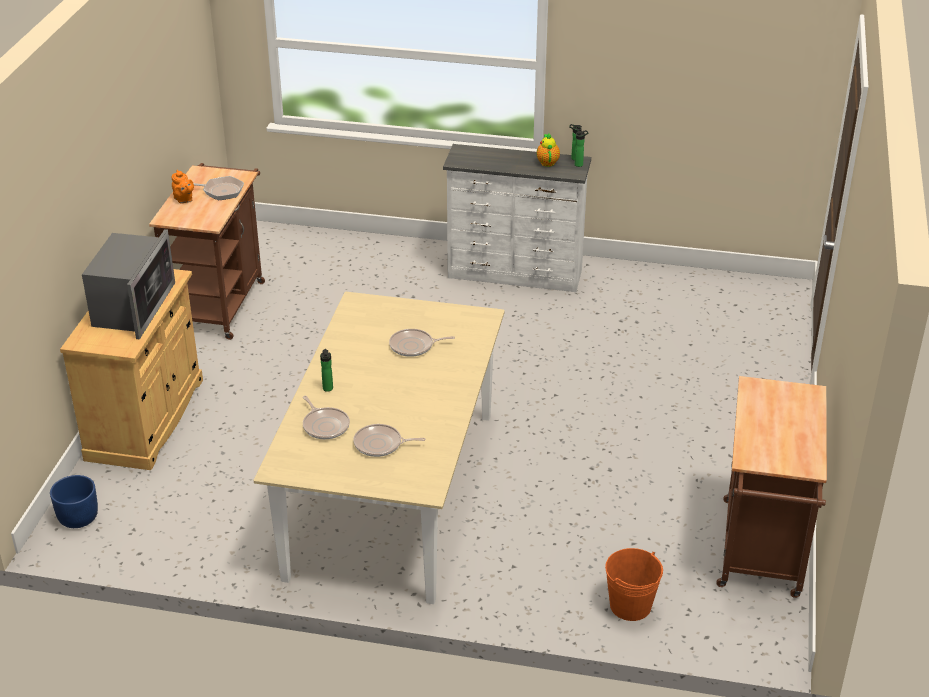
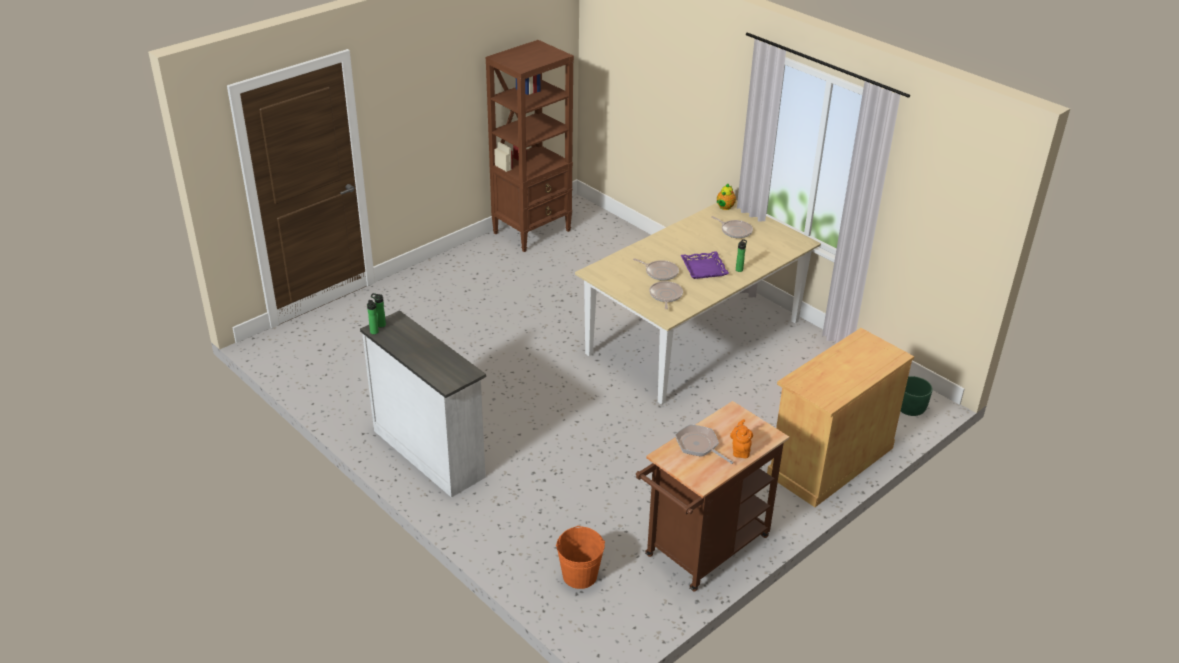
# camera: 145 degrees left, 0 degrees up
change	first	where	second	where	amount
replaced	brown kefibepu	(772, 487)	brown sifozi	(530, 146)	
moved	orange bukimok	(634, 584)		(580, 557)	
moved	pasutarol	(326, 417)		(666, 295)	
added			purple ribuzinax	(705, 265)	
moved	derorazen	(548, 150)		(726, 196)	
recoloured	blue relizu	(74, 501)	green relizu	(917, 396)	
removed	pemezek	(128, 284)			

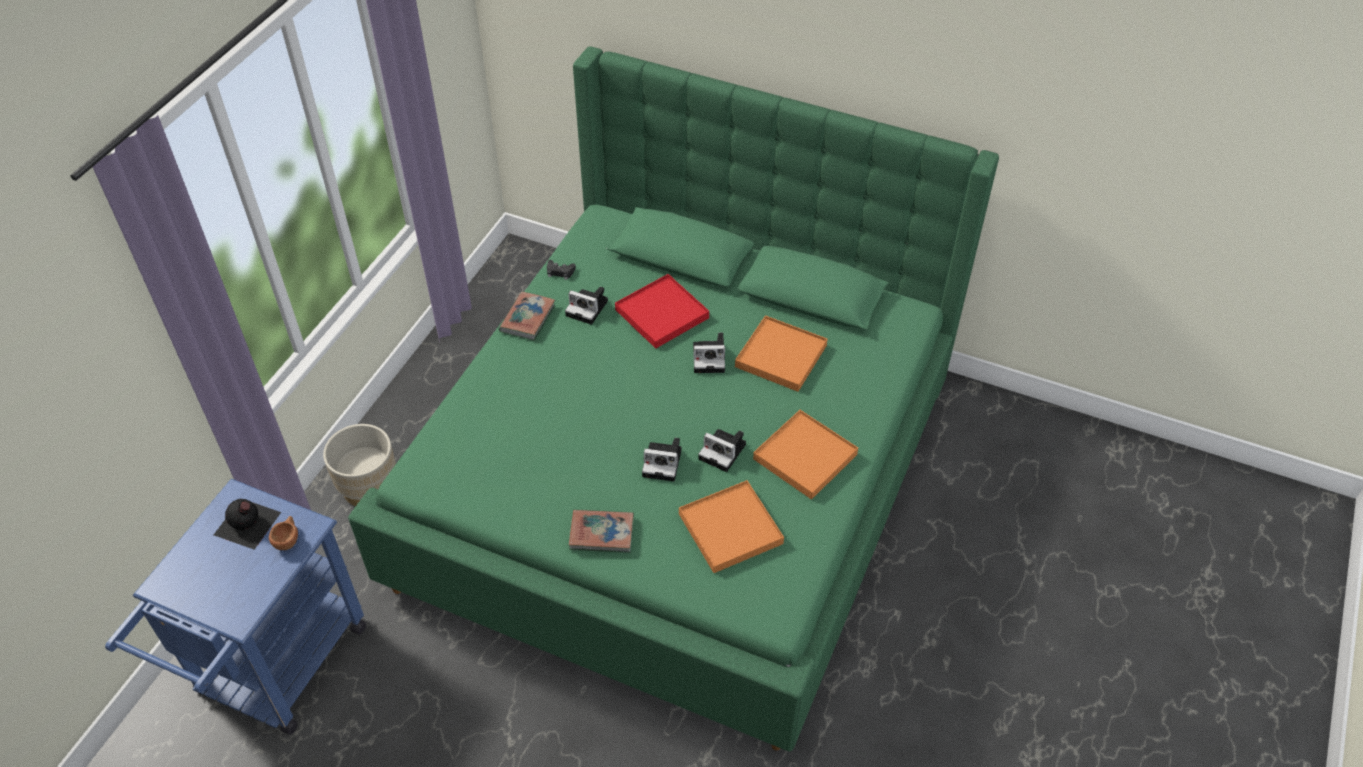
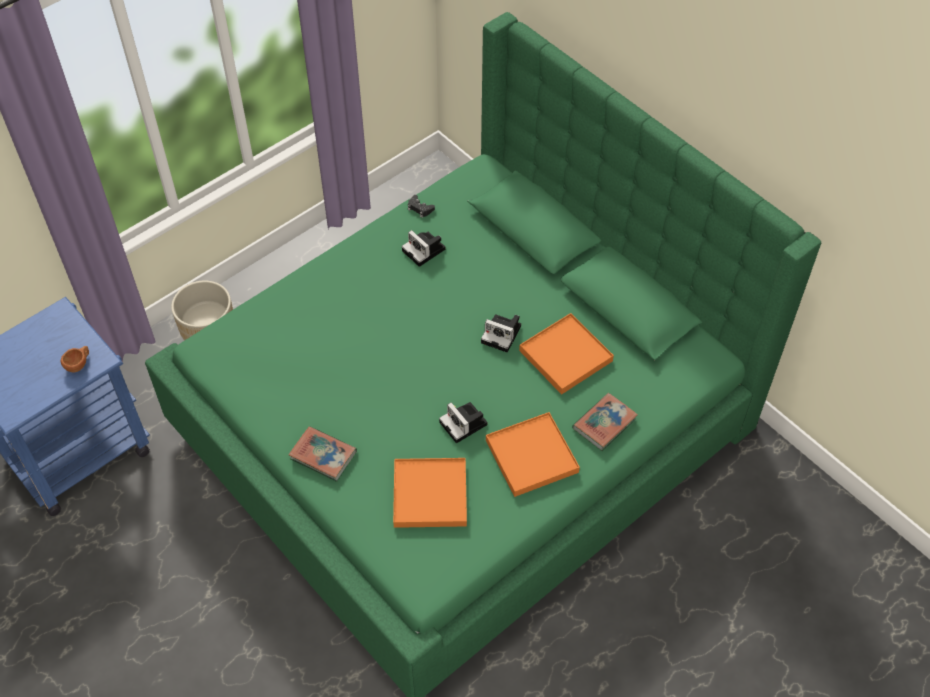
# camera: 25 degrees right, 5 degrees up
change	first	where	second	where	amount
moved	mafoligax	(527, 316)		(605, 422)	
removed	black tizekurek	(247, 524)			
removed	red ribuzinax	(662, 311)			
removed	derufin	(662, 460)			

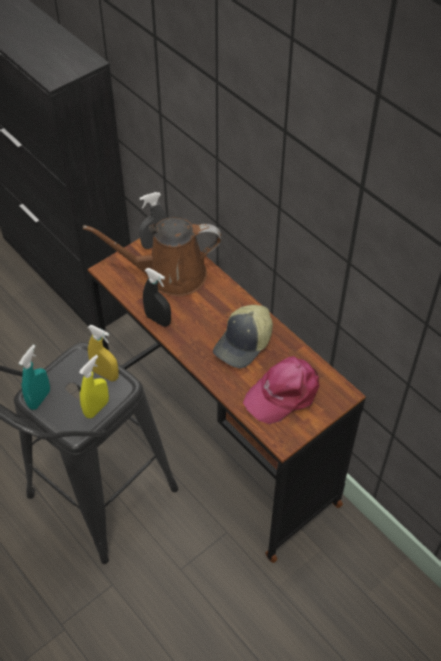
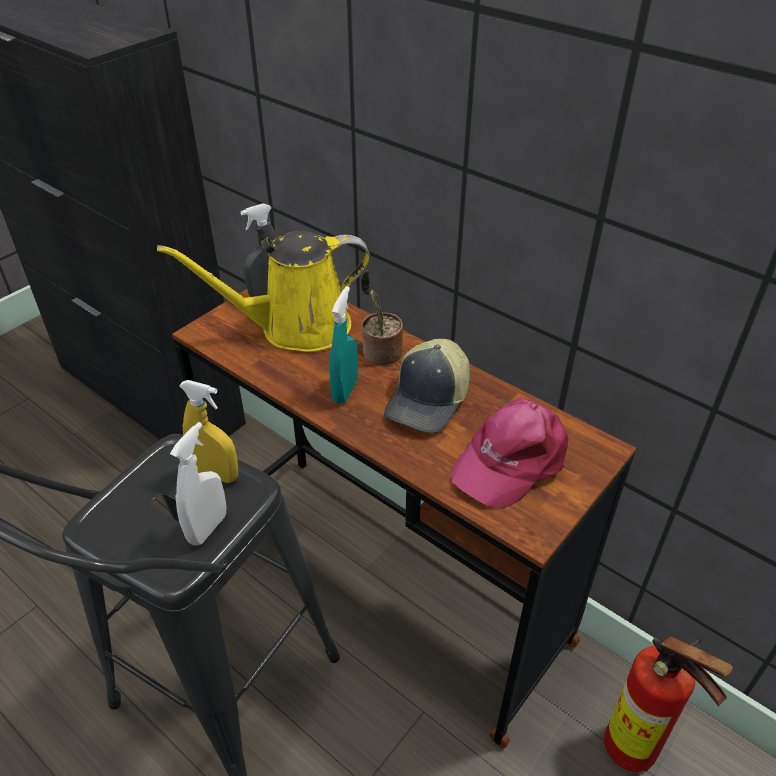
# camera: 10 degrees left, 10 degrees down
change	first	where	second	where	amount
recoloured	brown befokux	(152, 257)	yellow befokux	(263, 291)	
recoloured	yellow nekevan	(94, 386)	white nekevan	(198, 484)	
moved	turquoise nekevan	(34, 377)		(343, 345)	
added			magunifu	(381, 317)	
added			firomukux	(668, 704)	
removed	black nekevan	(157, 297)			

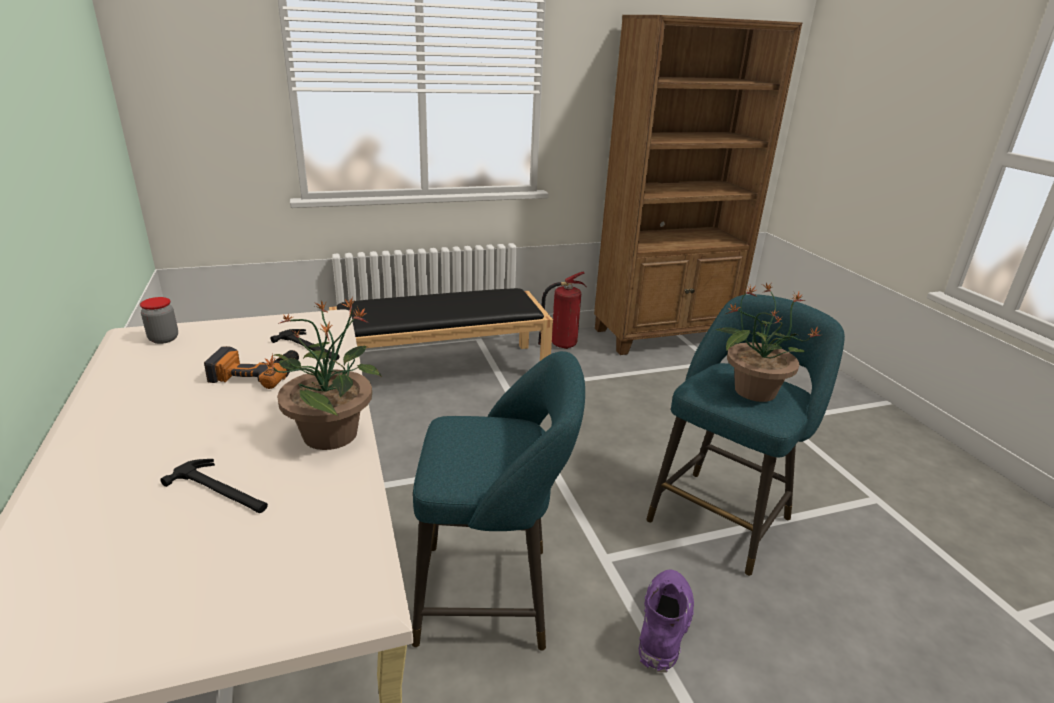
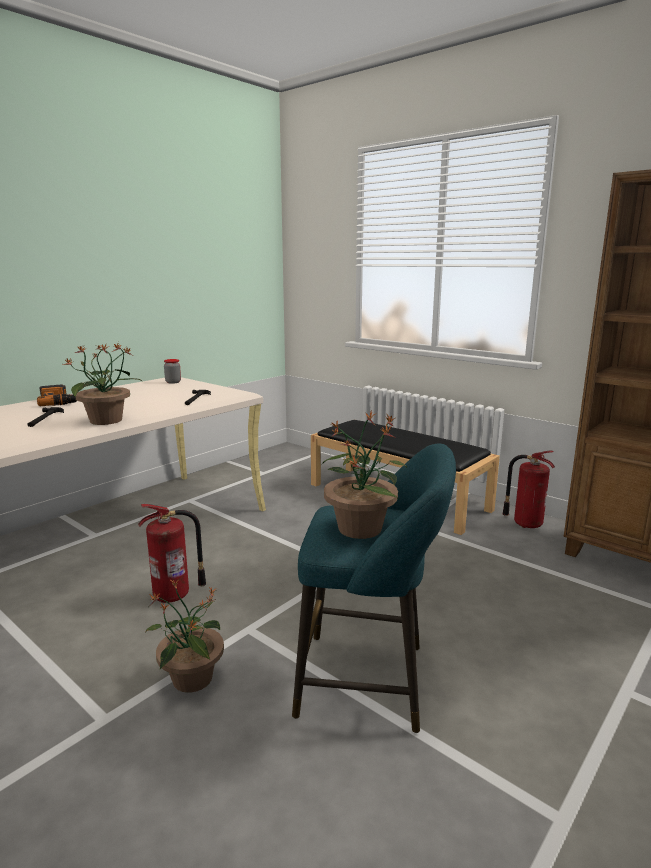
# camera: 60 degrees right, 10 degrees down
change	first	where	second	where	amount
moved	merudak	(251, 367)		(57, 395)	
replaced	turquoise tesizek	(498, 501)	firomukux	(172, 553)	
replaced	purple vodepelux	(666, 621)	magunifu	(184, 636)	

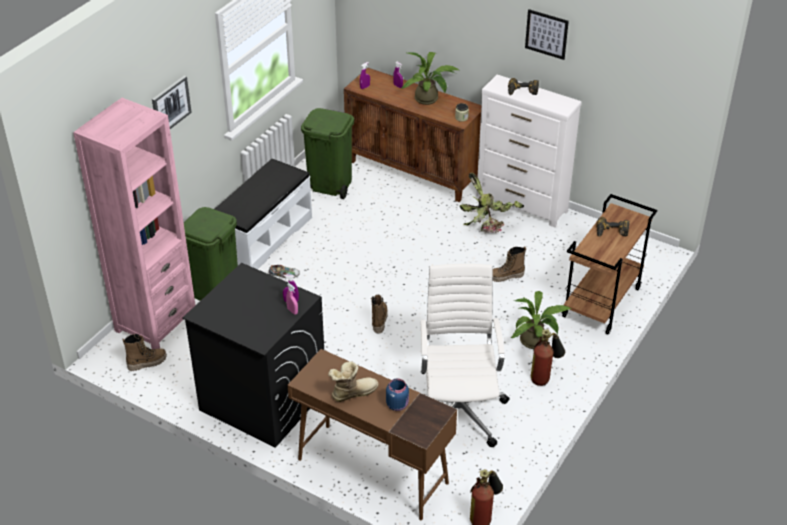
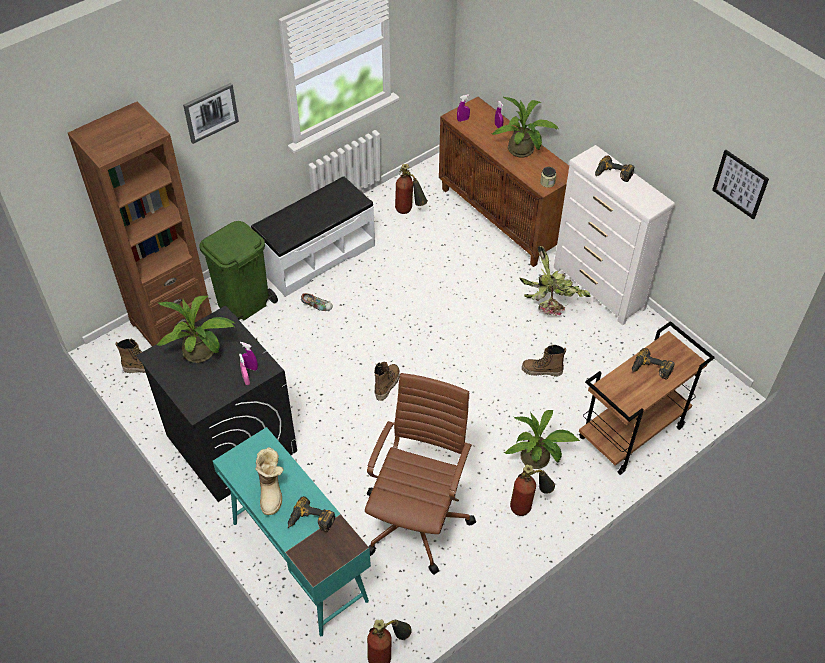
# camera: 20 degrees right, 10 degrees up
change	first	where	second	where	amount
recoloured	pink sifozi	(134, 223)	brown sifozi	(140, 223)	
added			magunifu	(196, 329)	
recoloured	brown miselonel	(372, 434)	turquoise miselonel	(292, 531)	
turned	vodepelux	(353, 381)		(269, 481)	90 degrees clockwise
replaced	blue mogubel	(397, 394)	merudak	(311, 514)	
recoloured	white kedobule	(464, 355)	brown kedobule	(420, 473)	
replaced	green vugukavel	(327, 153)	firomukux	(411, 189)	
moved	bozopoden	(547, 34)		(740, 185)	

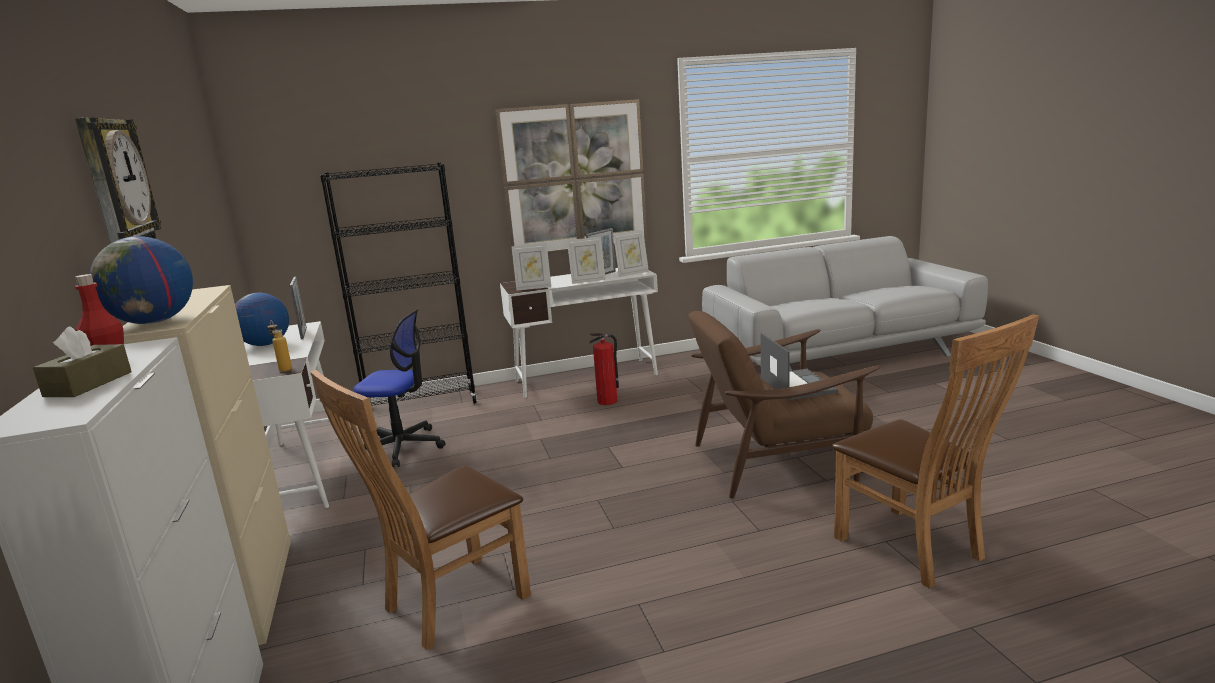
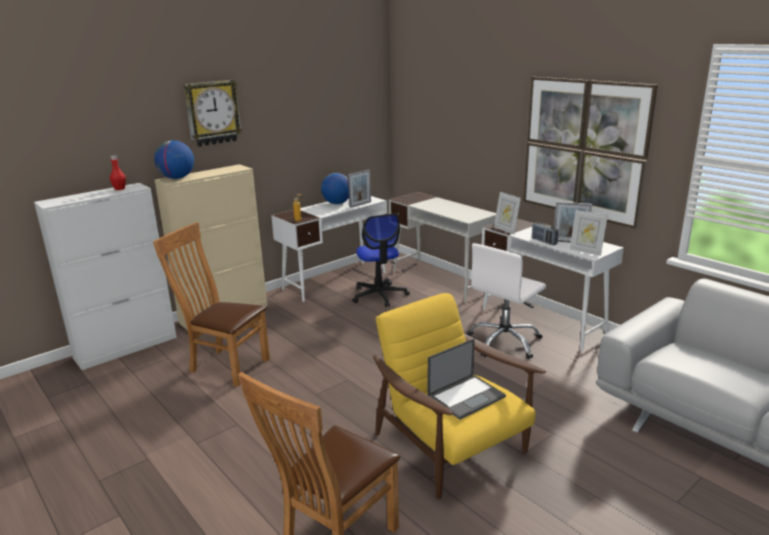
# camera: 65 degrees right, 5 degrees up
change	first	where	second	where	amount
recoloured	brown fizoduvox	(784, 404)	yellow fizoduvox	(459, 396)	
replaced	black sifozi	(399, 284)	white miselonel	(442, 247)	
replaced	firomukux	(604, 369)	white kedobule	(506, 301)	
replaced	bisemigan	(586, 260)	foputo	(545, 233)	
removed	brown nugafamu	(82, 361)			

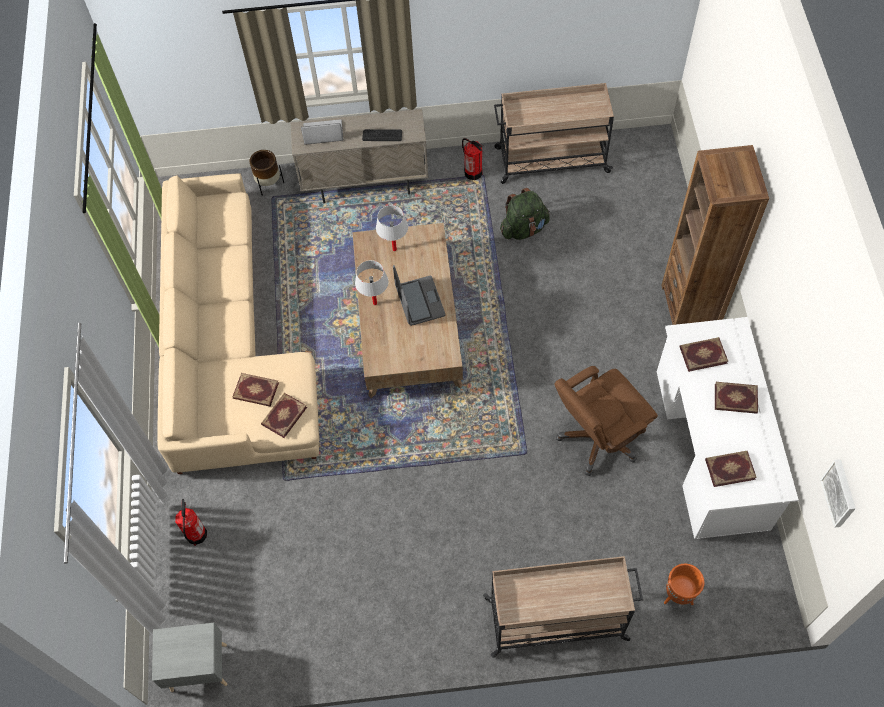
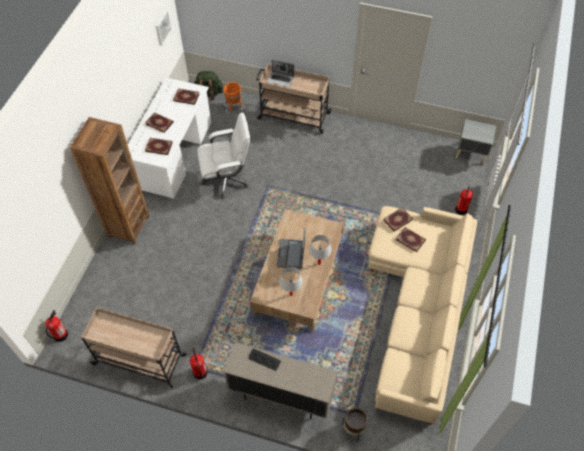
# camera: 160 degrees left, 5 degrees down
change	first	where	second	where	amount
added			firomukux	(57, 326)	
moved	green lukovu	(525, 214)		(208, 85)	
recoloured	brown kedobule	(606, 421)	white kedobule	(223, 155)	
moved	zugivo	(322, 131)		(280, 73)	

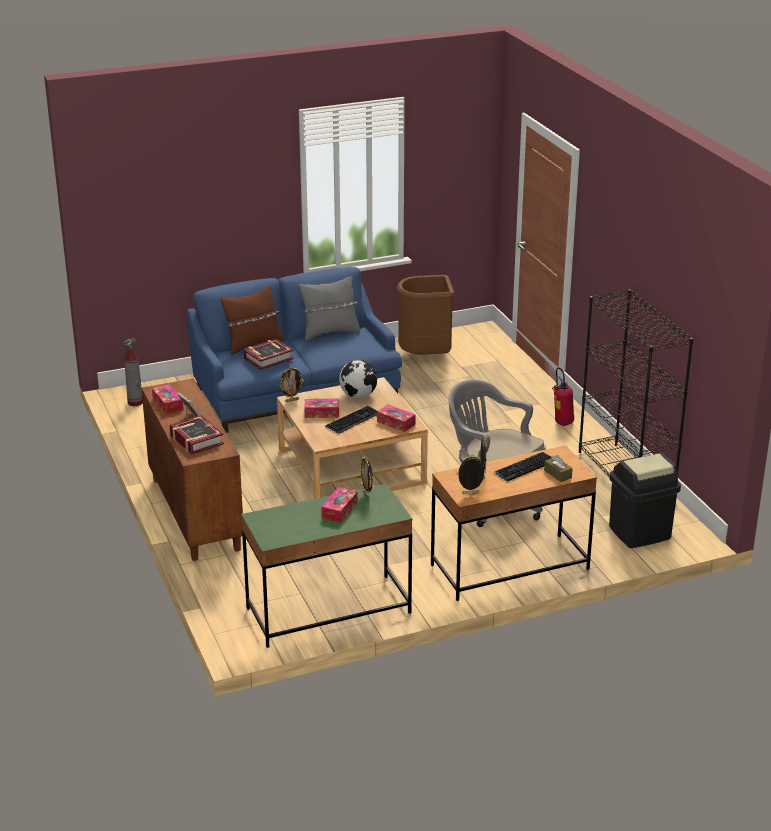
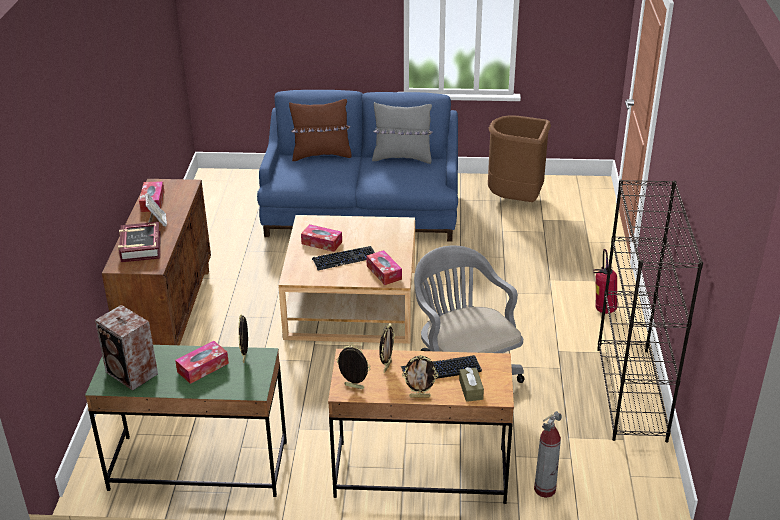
# camera: 25 degrees right, 5 degrees up
change	first	where	second	where	amount
added			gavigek	(126, 347)	
moved	bisemigan	(291, 384)		(420, 376)	
moved	firomukux	(133, 372)		(548, 454)	
removed	mafoligax	(268, 354)			
removed	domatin	(358, 379)			
removed	black vugukavel	(645, 500)			

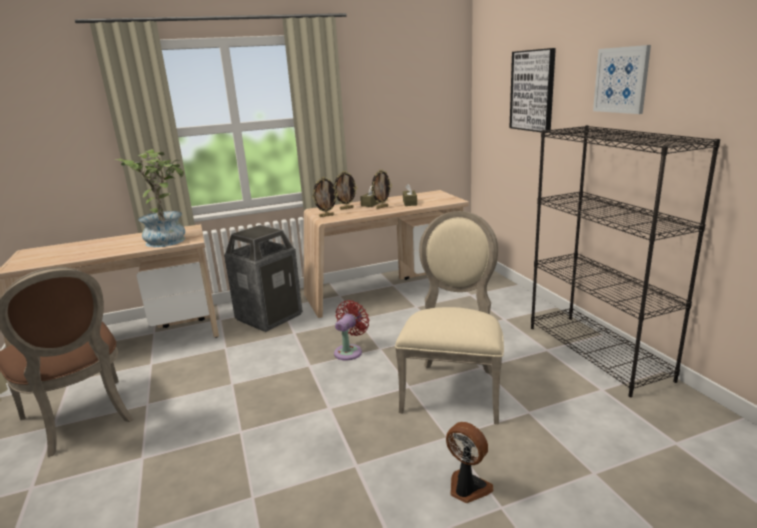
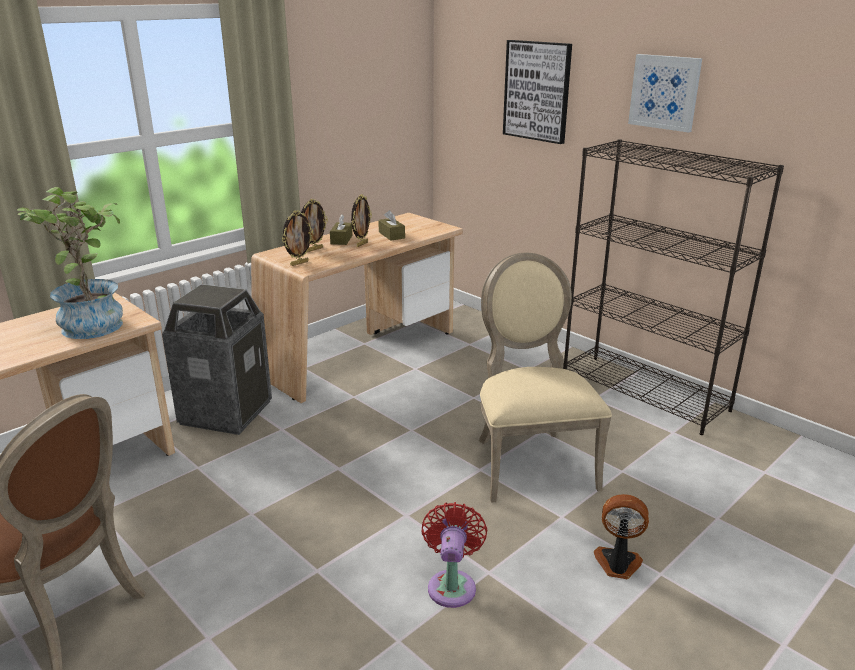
# camera: 25 degrees left, 5 degrees up
change	first	where	second	where	amount
moved	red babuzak	(351, 330)		(454, 555)	

